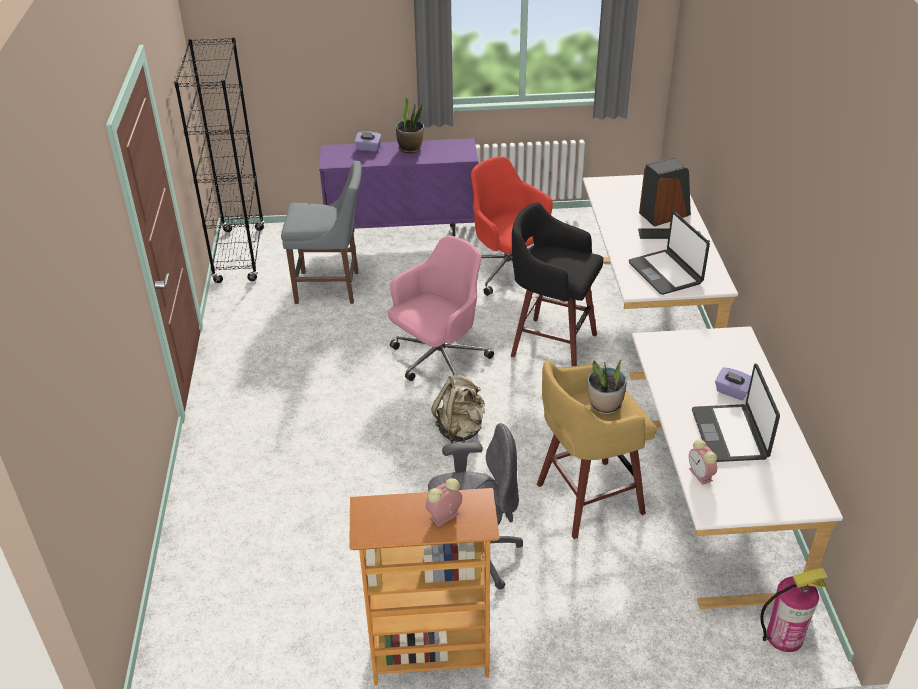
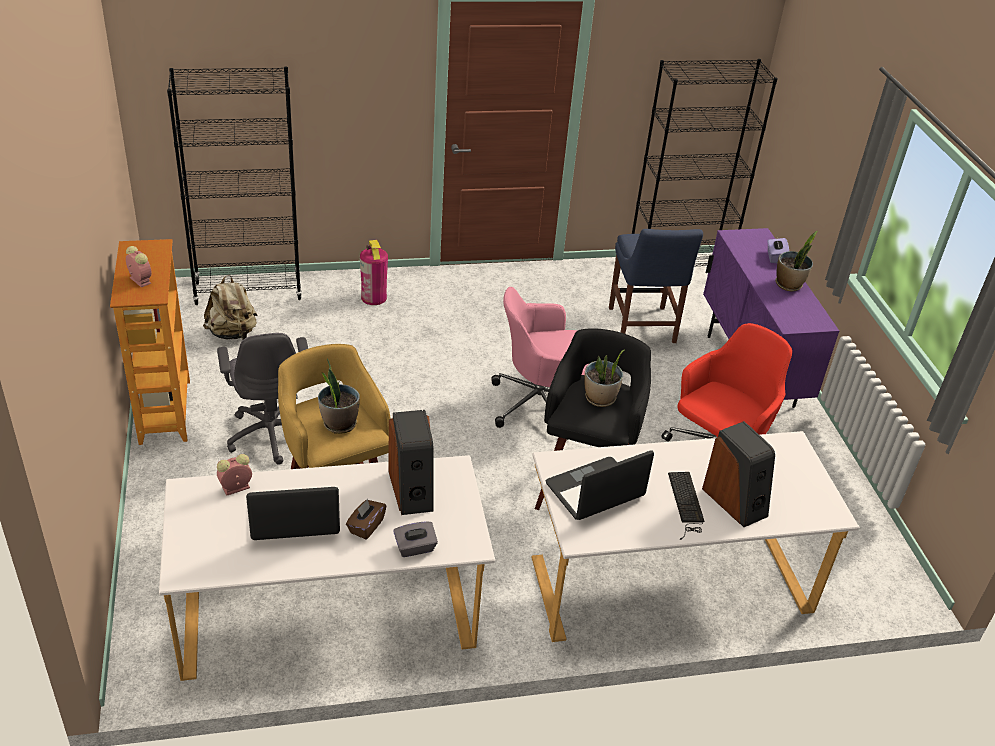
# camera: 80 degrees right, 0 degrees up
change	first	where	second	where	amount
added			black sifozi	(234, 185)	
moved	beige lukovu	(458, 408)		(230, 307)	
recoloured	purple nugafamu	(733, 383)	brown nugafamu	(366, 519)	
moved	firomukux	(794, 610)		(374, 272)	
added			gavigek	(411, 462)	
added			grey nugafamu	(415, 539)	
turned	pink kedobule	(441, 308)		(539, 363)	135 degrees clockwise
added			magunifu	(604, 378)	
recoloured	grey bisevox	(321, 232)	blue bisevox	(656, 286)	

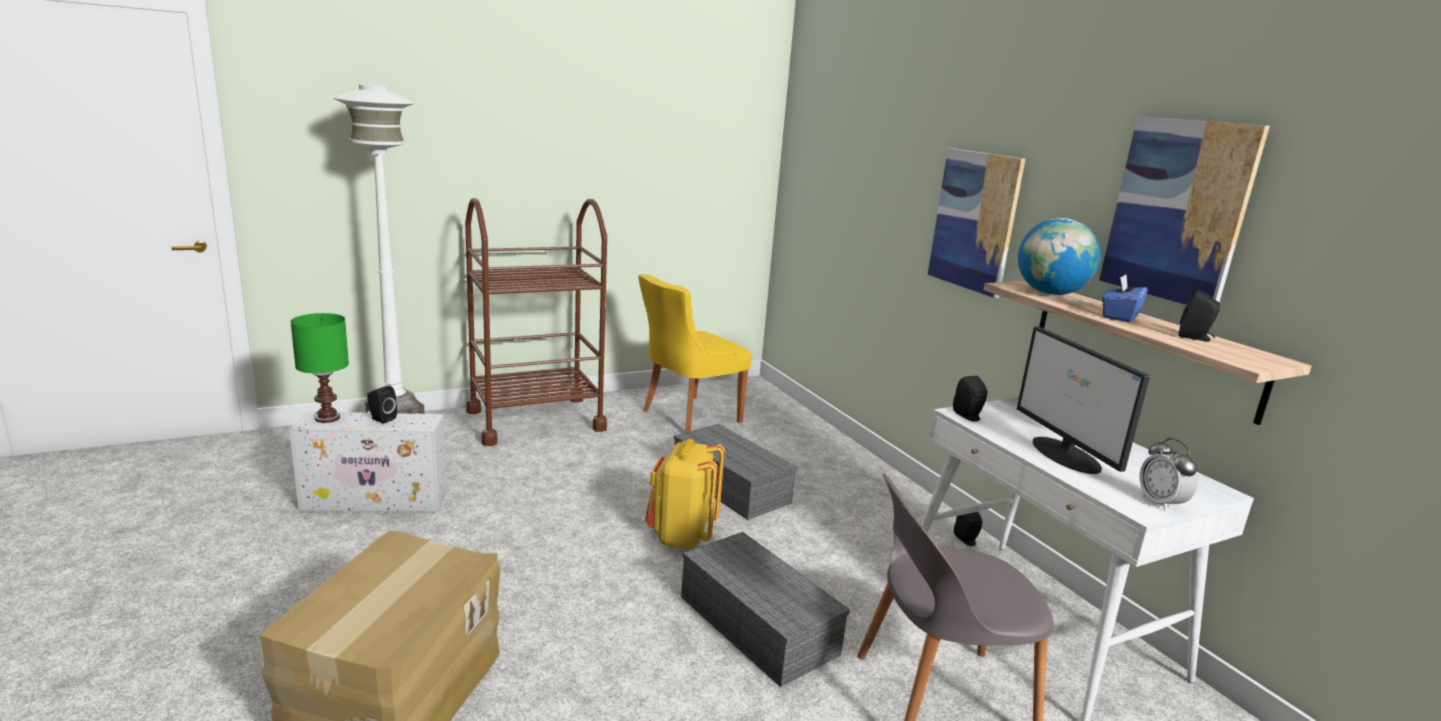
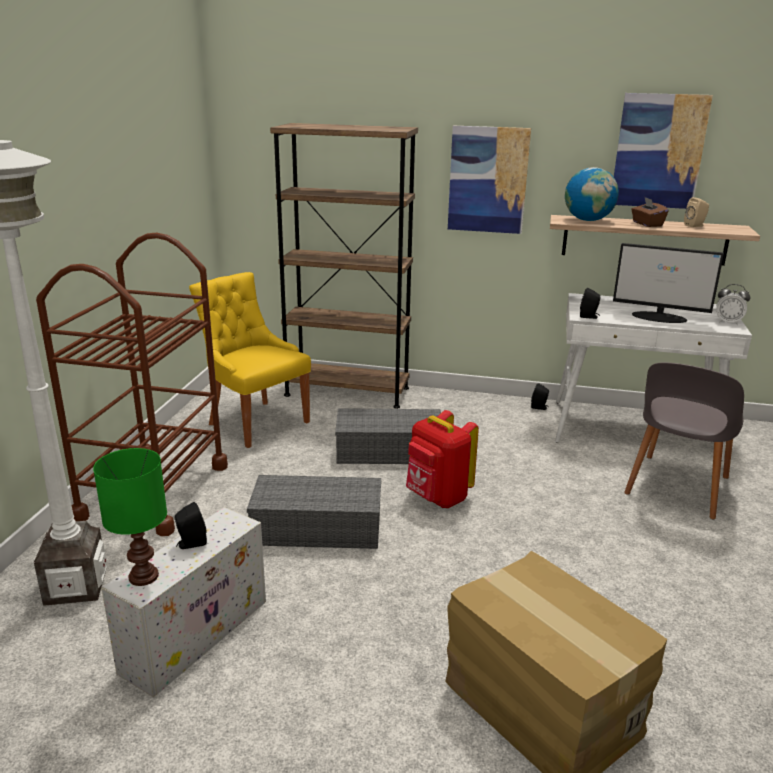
# camera: 50 degrees left, 5 degrees up
change	first	where	second	where	amount
turned	yellow bisevox	(695, 353)		(250, 360)	135 degrees clockwise
moved	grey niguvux	(765, 609)		(314, 512)	
added			brown sifozi	(344, 266)	
recoloured	yellow lukovu	(685, 494)	red lukovu	(442, 459)	
recoloured	blue nugafamu	(1124, 298)	brown nugafamu	(650, 212)	
recoloured	black gavigek	(1199, 315)	beige gavigek	(696, 212)	

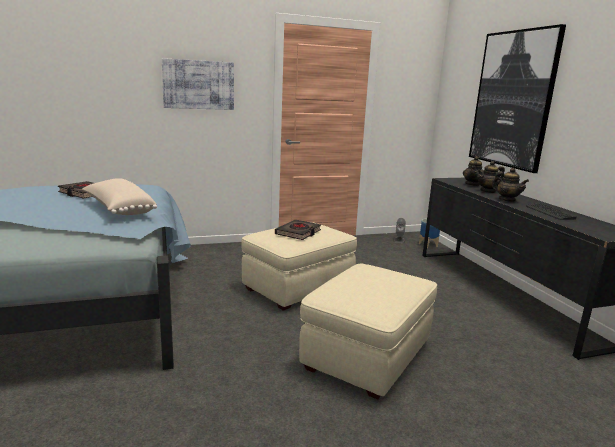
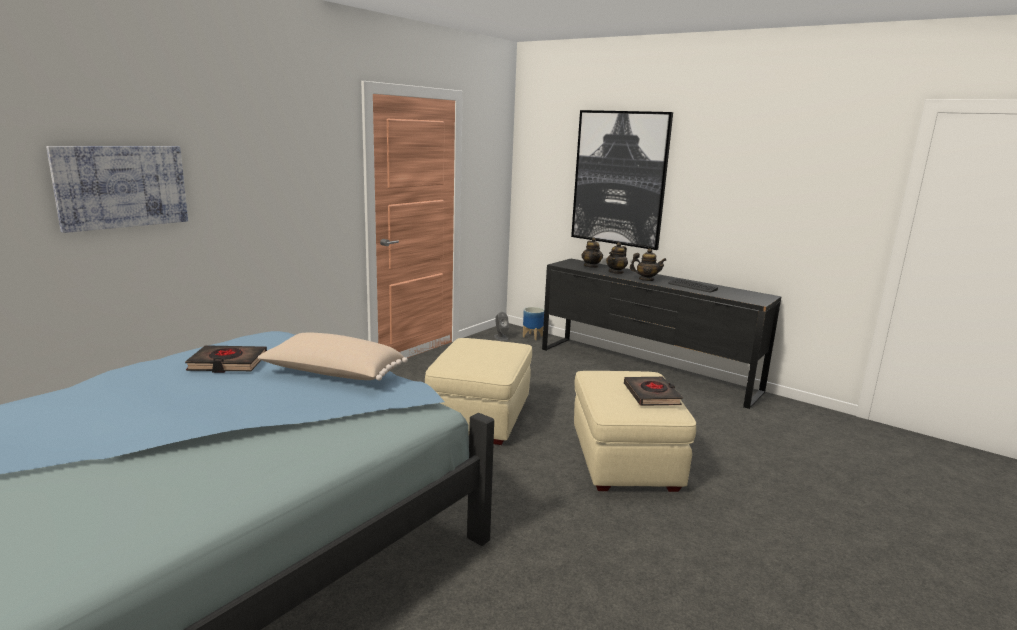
# camera: 35 degrees left, 0 degrees up
change	first	where	second	where	amount
moved	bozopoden	(198, 84)		(117, 189)	
moved	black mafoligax	(298, 230)		(653, 391)	

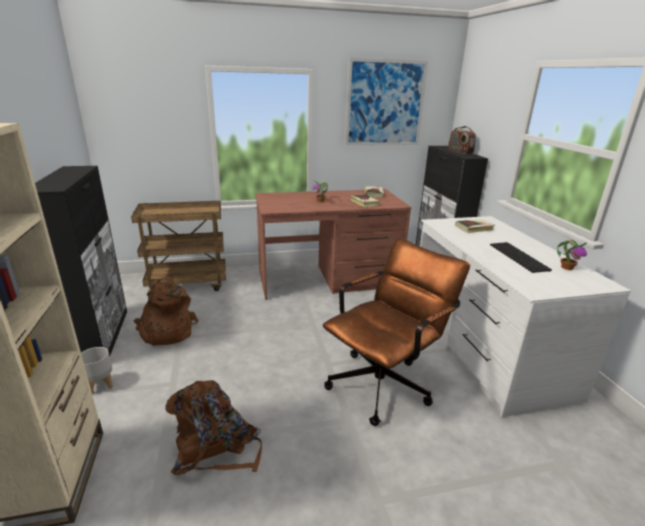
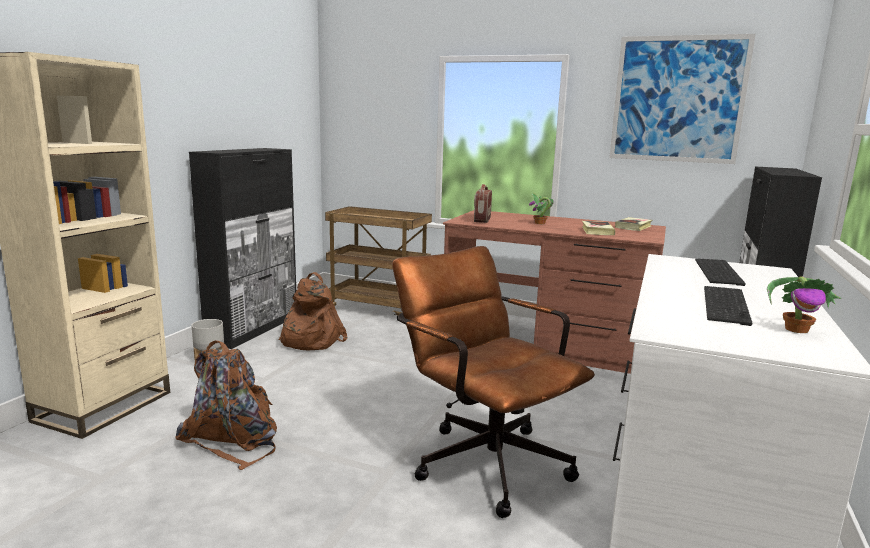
# camera: 35 degrees right, 10 degrees down
change	first	where	second	where	amount
turned	brown kedobule	(396, 332)		(493, 382)	120 degrees counterclockwise
moved	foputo	(462, 140)		(483, 203)	
replaced	mafoligax	(475, 226)	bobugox	(720, 272)	

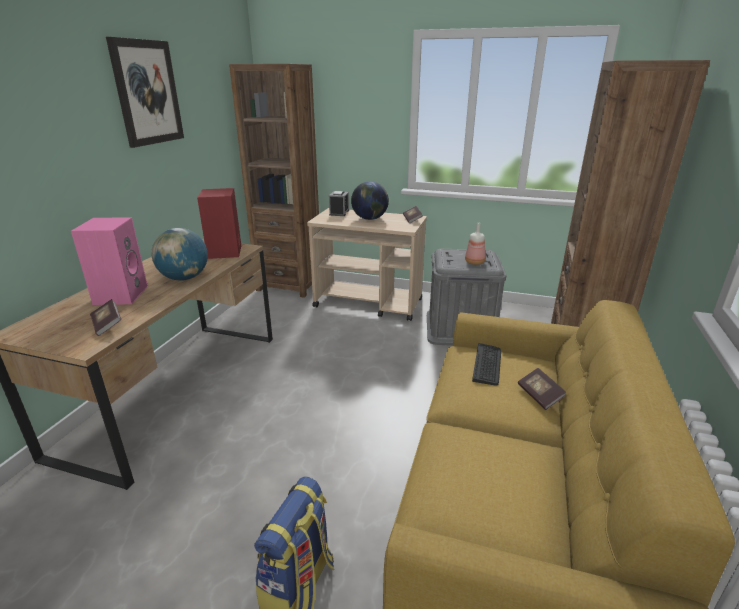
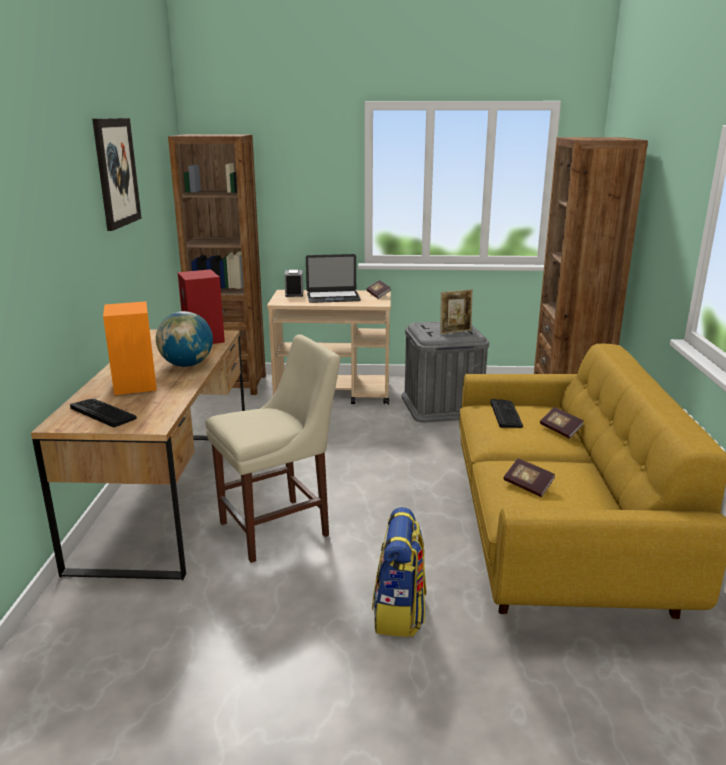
# camera: 15 degrees left, 5 degrees down
change	first	where	second	where	amount
added			bobugox	(103, 413)	
recoloured	pink gavigek	(109, 261)	orange gavigek	(130, 348)	
added			beige bisevox	(273, 448)	
replaced	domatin	(370, 200)	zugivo	(333, 278)	
replaced	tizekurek	(475, 244)	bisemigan	(456, 311)	
moved	mafoligax	(105, 317)		(529, 477)	

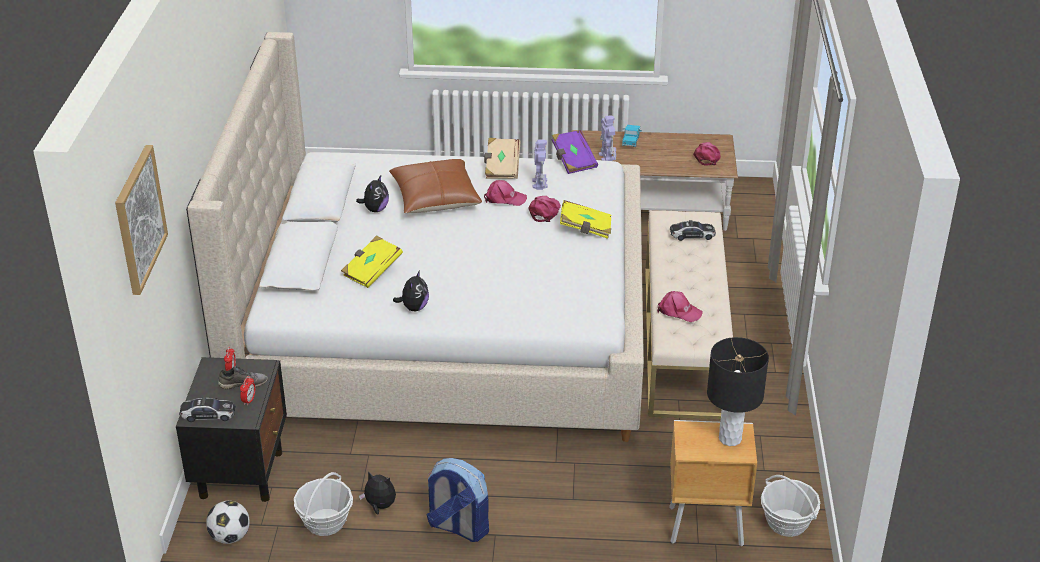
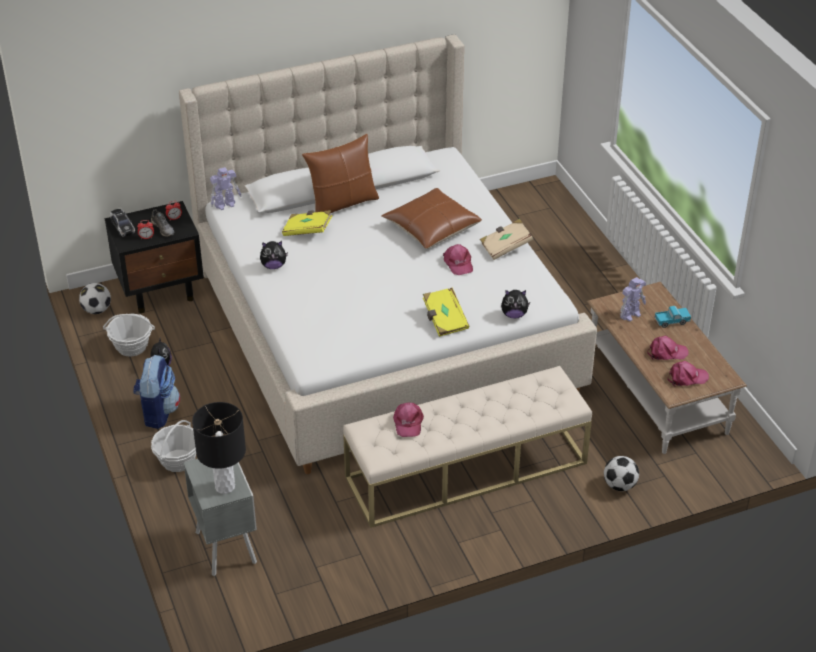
# camera: 65 degrees right, 5 degrees up
change	first	where	second	where	amount
moved	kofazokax	(790, 506)		(173, 446)	
recoloured	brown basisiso	(713, 483)	grey basisiso	(220, 517)	
moved	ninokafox	(540, 164)		(226, 188)	
added			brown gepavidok	(340, 173)	
moved	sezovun	(372, 194)		(515, 304)	
added			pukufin	(621, 473)	
moved	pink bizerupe	(544, 209)		(668, 348)	
removed	bozopoden	(141, 220)			
removed	purple mafoligax	(575, 152)			
removed	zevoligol	(693, 230)			

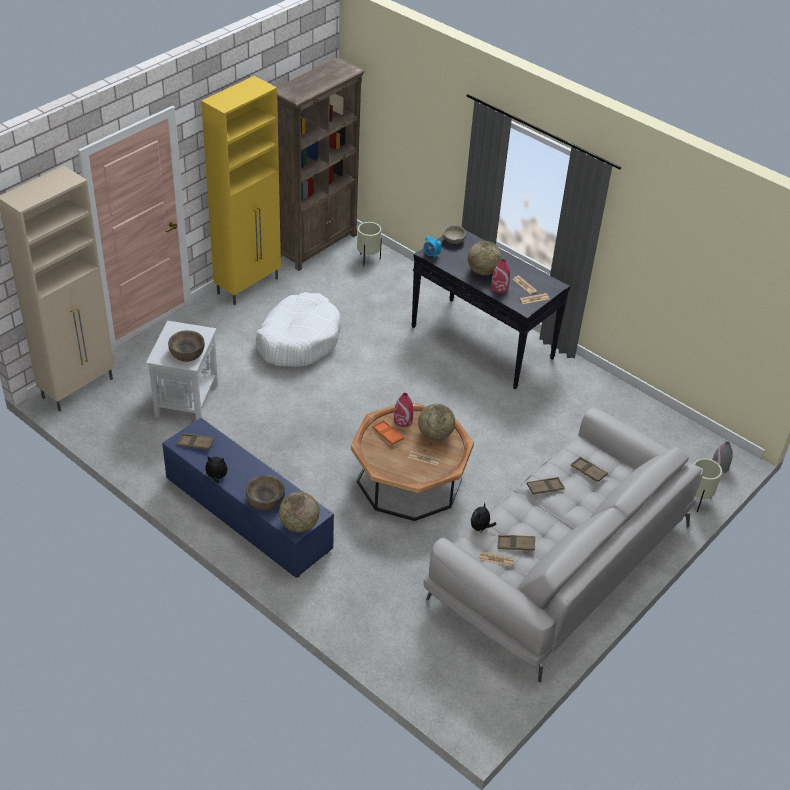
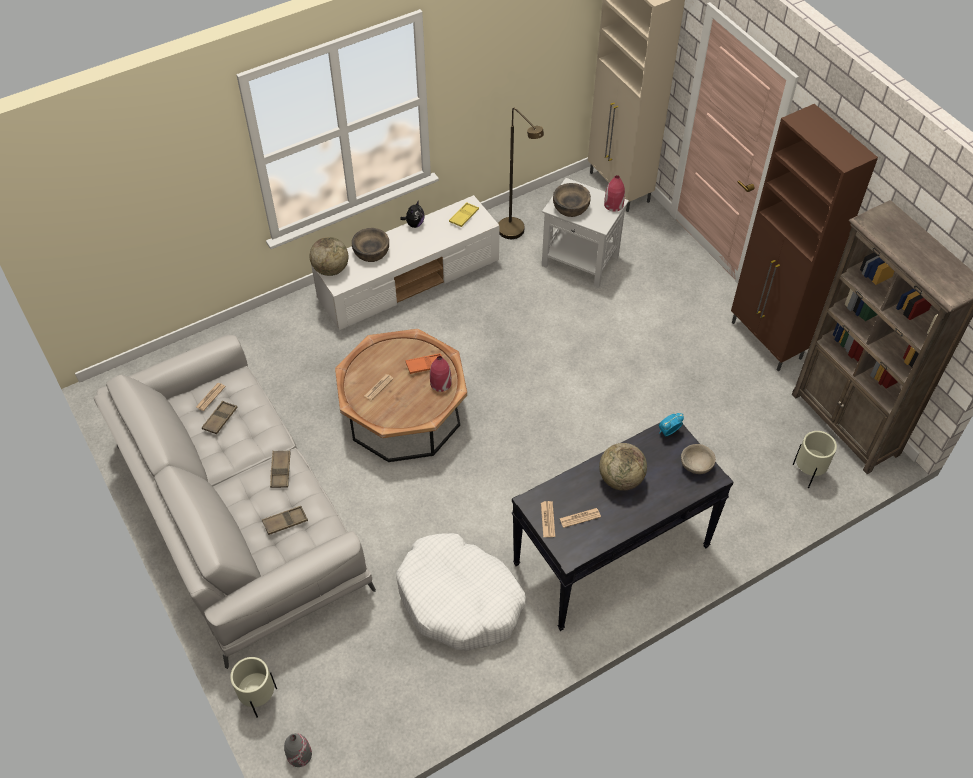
# camera: 110 degrees right, 10 degrees up
change	first	where	second	where	amount
recoloured	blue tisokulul	(248, 498)	white tisokulul	(405, 262)	
moved	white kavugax	(298, 329)		(461, 592)	
recoloured	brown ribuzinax	(195, 441)	yellow ribuzinax	(464, 214)	
added			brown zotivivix	(521, 173)	
moved	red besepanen	(500, 276)		(614, 193)	
recoloured	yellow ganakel	(241, 190)	brown ganakel	(804, 237)	
removed	domatin	(436, 422)			
removed	sezovun	(483, 518)			

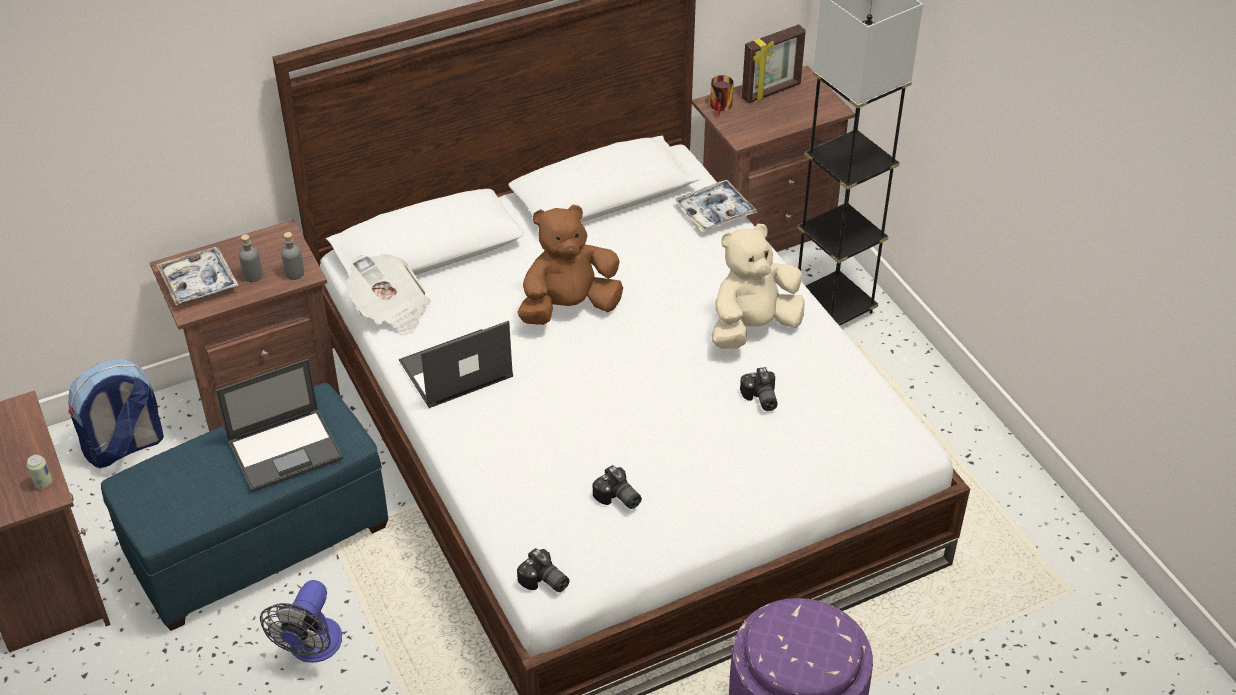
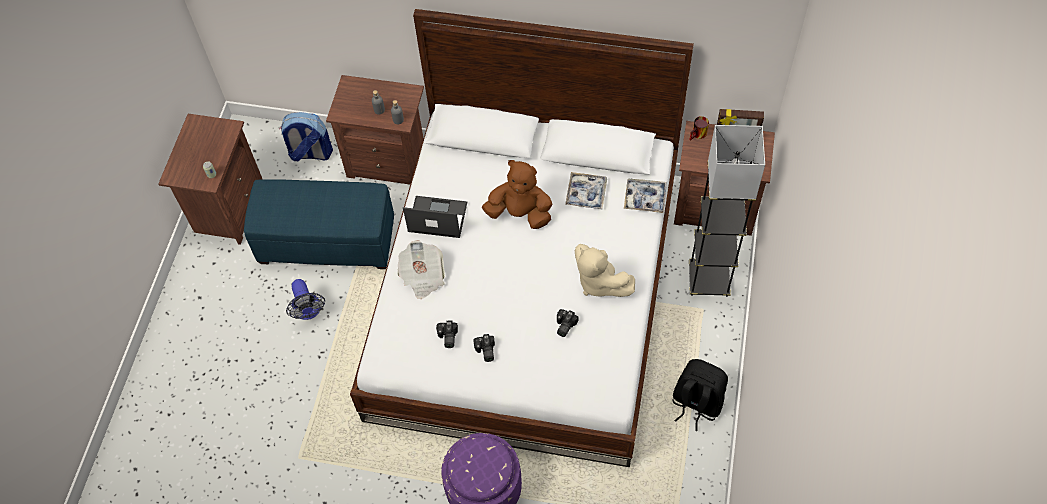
# camera: 40 degrees right, 15 degrees up
change	first	where	second	where	amount
turned	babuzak	(301, 621)		(305, 299)	75 degrees counterclockwise
moved	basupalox	(388, 294)		(421, 269)	
moved	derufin	(543, 570)		(484, 348)	
moved	ribuzinax	(197, 276)		(586, 190)	
turned	beige sezovun	(758, 286)		(605, 270)	135 degrees counterclockwise
added			black lukovu	(700, 395)	
removed	zugivo	(279, 425)			

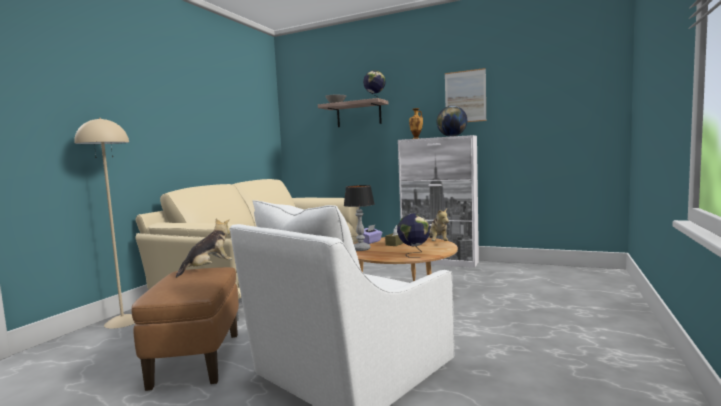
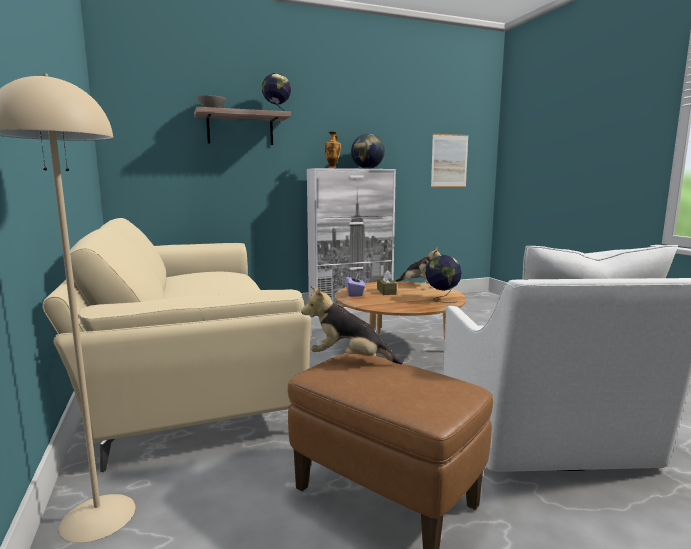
# camera: 45 degrees left, 5 degrees up
change	first	where	second	where	amount
turned	sezovun	(204, 248)		(352, 325)	75 degrees counterclockwise
moved	bozopoden	(465, 95)		(450, 160)	
removed	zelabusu	(359, 218)			

